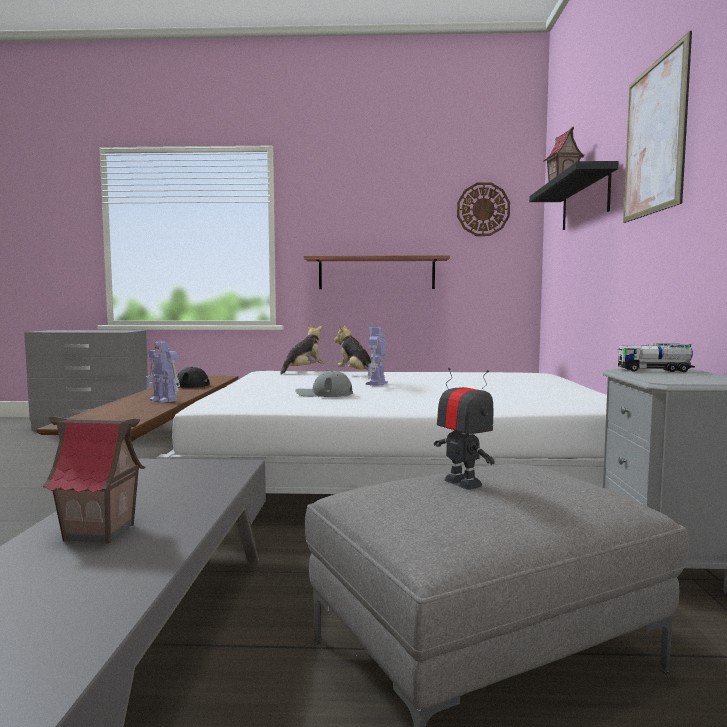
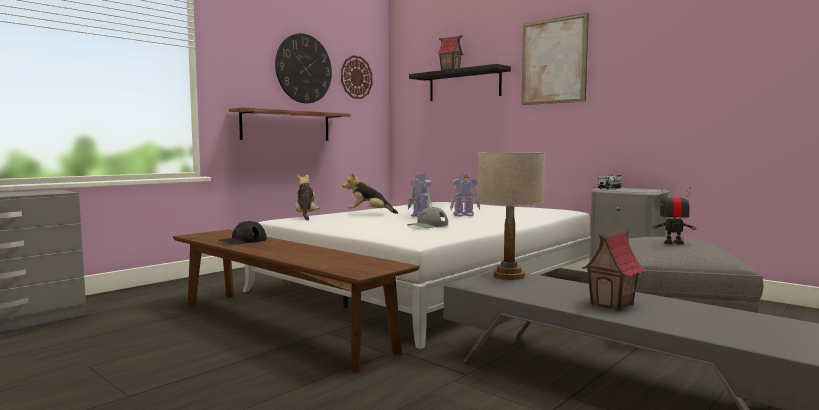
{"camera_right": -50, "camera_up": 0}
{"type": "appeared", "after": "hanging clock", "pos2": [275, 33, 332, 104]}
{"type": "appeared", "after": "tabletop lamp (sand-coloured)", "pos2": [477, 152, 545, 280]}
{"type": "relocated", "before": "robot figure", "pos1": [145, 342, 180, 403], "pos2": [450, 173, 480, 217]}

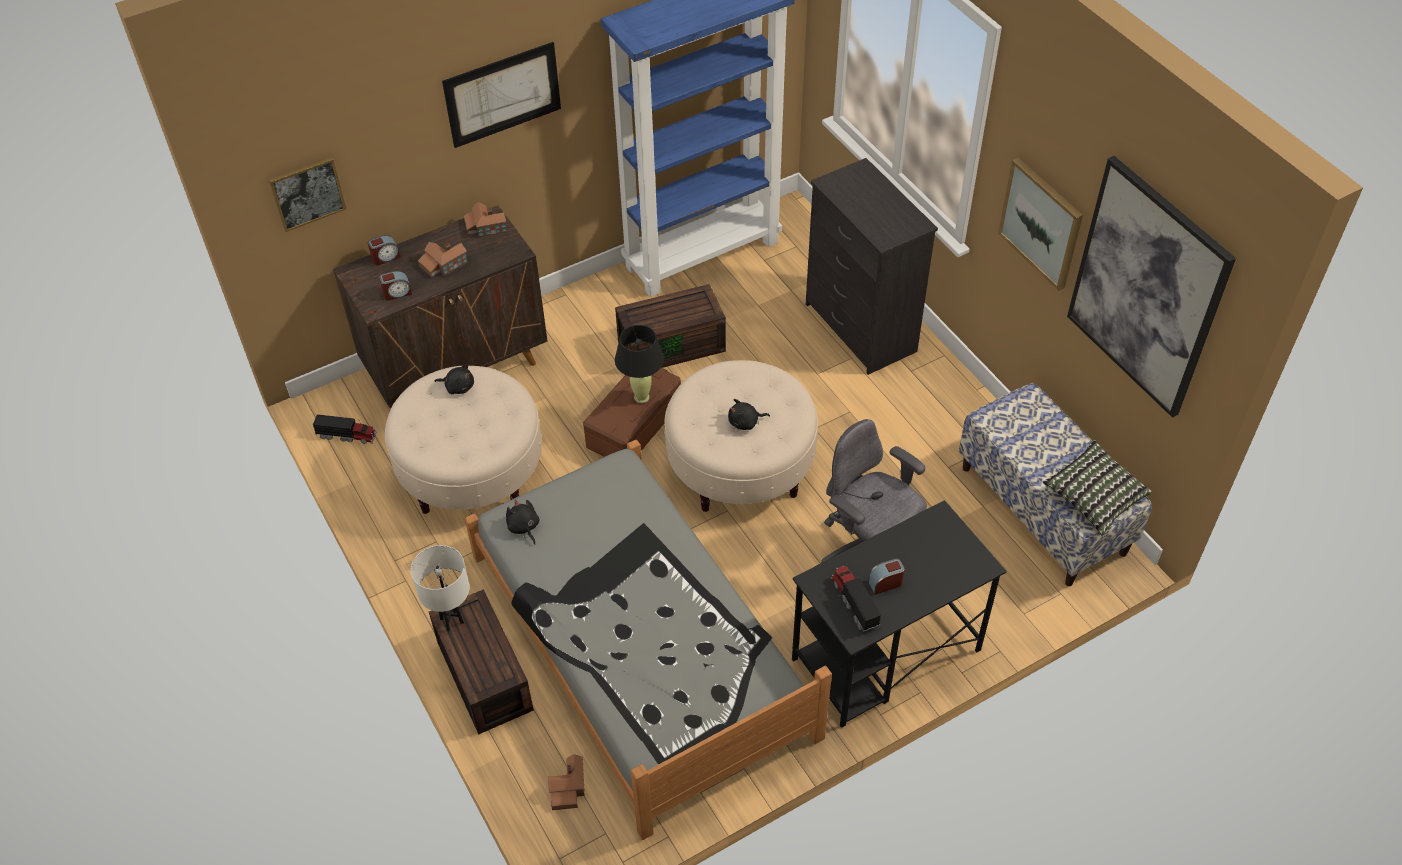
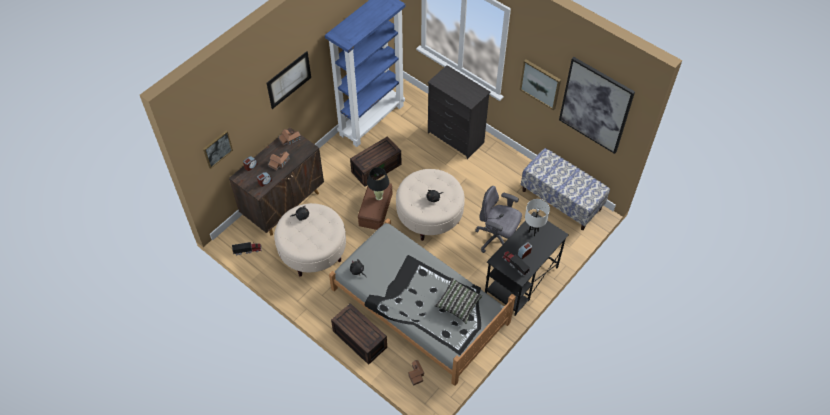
{"camera_right": -20, "camera_up": 5}
{"type": "relocated", "before": "tabletop lamp (white)", "pos1": [411, 545, 470, 631], "pos2": [525, 199, 550, 236]}
{"type": "relocated", "before": "pillow", "pos1": [1043, 440, 1152, 535], "pos2": [435, 278, 482, 324]}

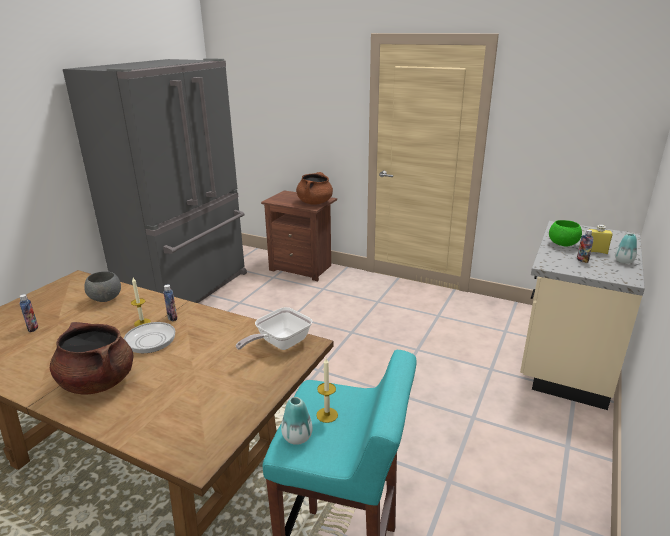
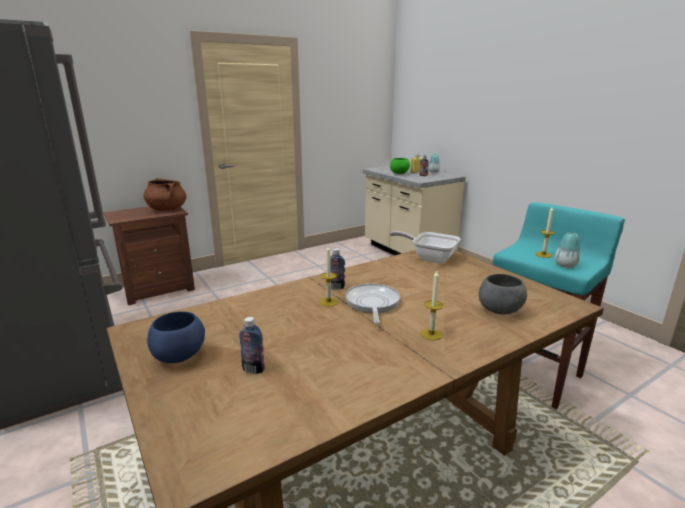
{"camera_right": -60, "camera_up": -5}
{"type": "appeared", "after": "serving bowl (bluish)", "pos2": [147, 311, 205, 363]}
{"type": "relocated", "before": "serving bowl (greyish)", "pos1": [84, 271, 121, 302], "pos2": [479, 274, 527, 315]}
{"type": "exchanged", "before": "cooking pot (brown-coloured)", "after": "wax light", "pos1": [50, 322, 133, 395], "pos2": [421, 271, 444, 340]}
{"type": "spun", "before": "skillet", "pos1": [236, 307, 313, 350], "pos2": [389, 231, 461, 263], "turn": 135}

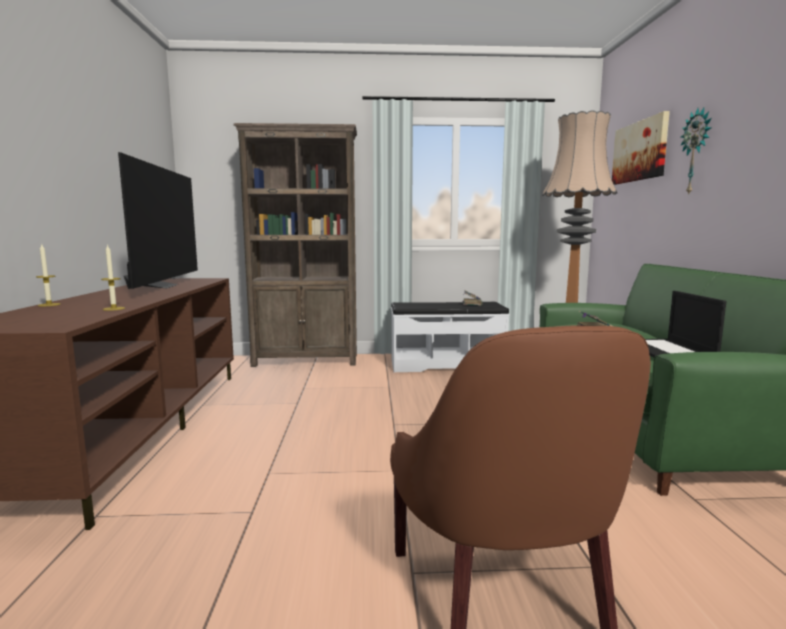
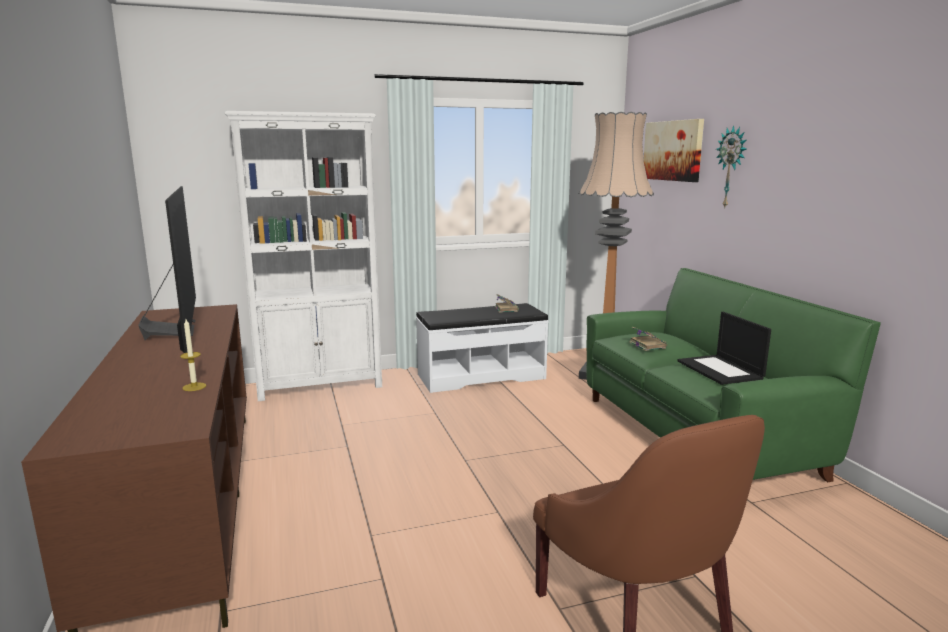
{"camera_right": -15, "camera_up": 5}
{"type": "missing", "before": "wax light", "pos1": [36, 243, 60, 306]}
{"type": "colour", "before": "bookcase (brown-coloured)", "after": "bookcase (white)", "pos1": [233, 123, 357, 367], "pos2": [225, 111, 382, 401]}

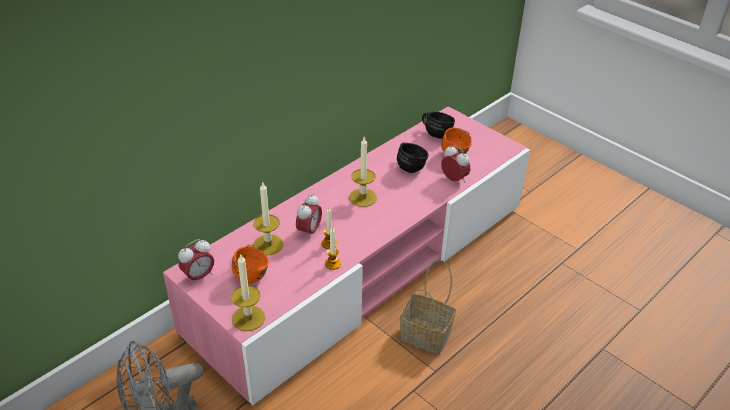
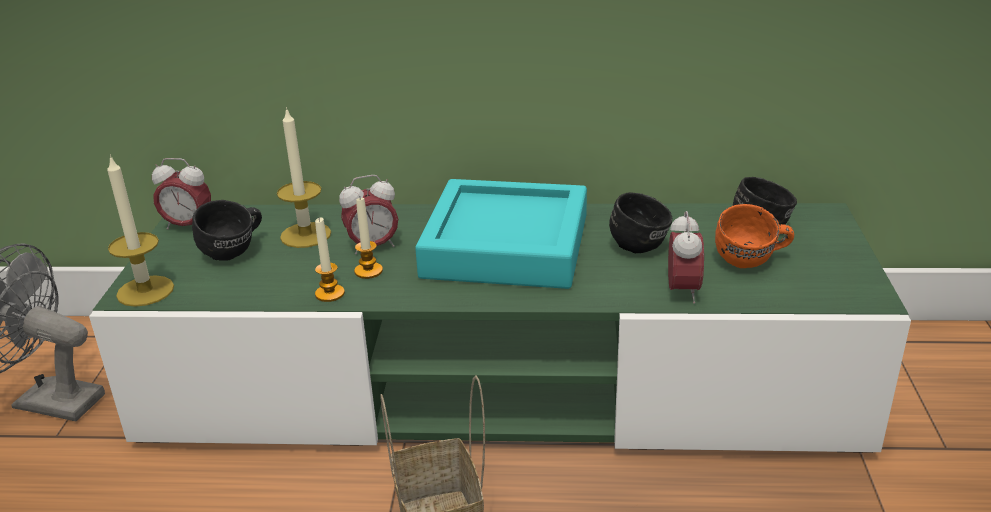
{"camera_right": 50, "camera_up": -10}
{"type": "exchanged", "before": "wax light", "after": "serving tray (blue-green)", "pos1": [349, 137, 377, 207], "pos2": [415, 179, 587, 289]}
{"type": "colour", "before": "tv unit (pinkish)", "after": "tv unit (greenish)", "pos1": [163, 106, 530, 405], "pos2": [89, 203, 911, 453]}
{"type": "colour", "before": "tea mug (orange-coloured)", "after": "tea mug (blackish)", "pos1": [232, 244, 269, 283], "pos2": [192, 200, 262, 261]}

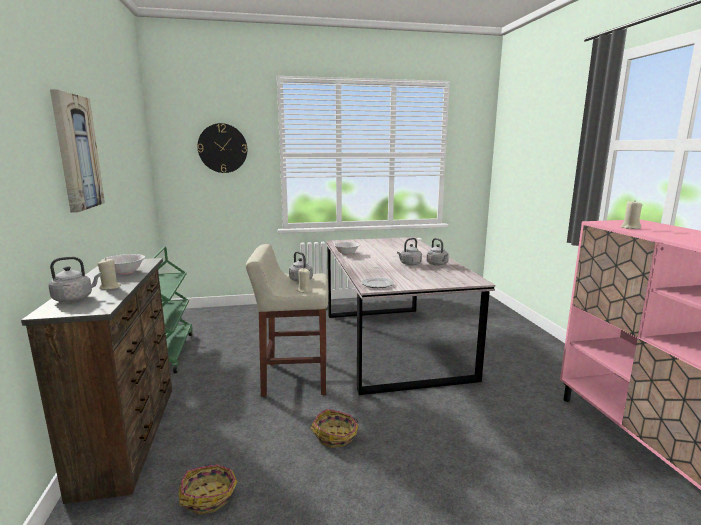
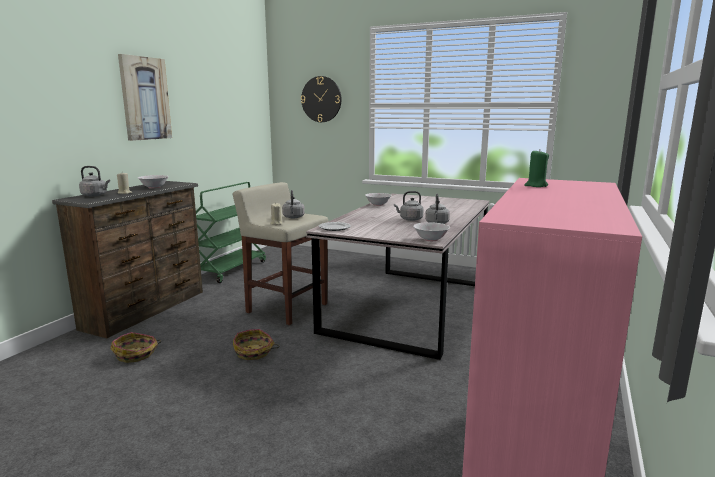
{"camera_right": 35, "camera_up": 0}
{"type": "appeared", "after": "serving bowl (white)", "pos2": [413, 222, 450, 241]}
{"type": "colour", "before": "wax light (sand-coloured)", "after": "wax light (greenish)", "pos1": [621, 201, 643, 229], "pos2": [524, 149, 549, 187]}

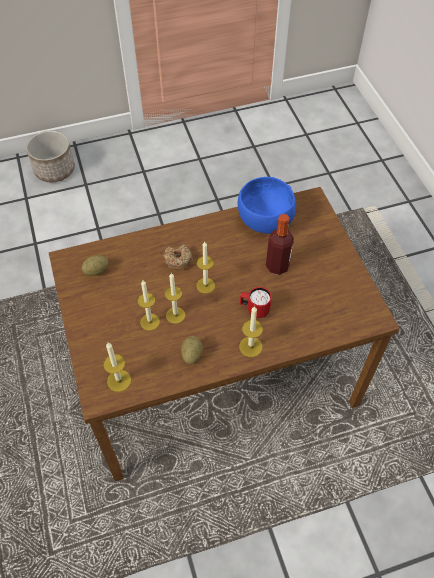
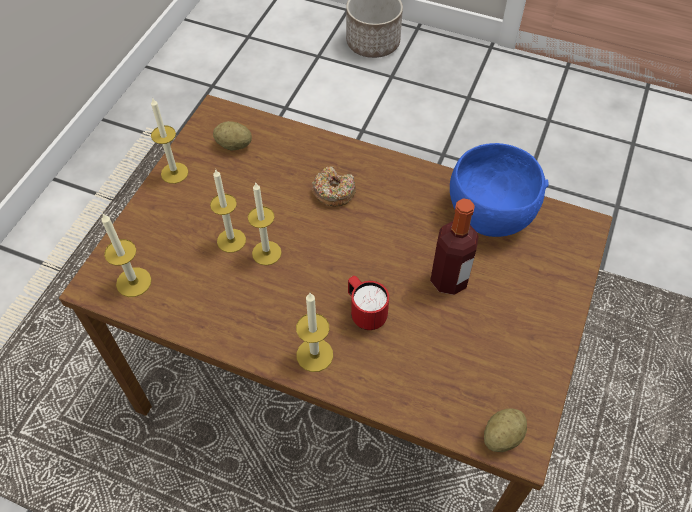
{"camera_right": 40, "camera_up": 0}
{"type": "relocated", "before": "spud", "pos1": [181, 336, 203, 364], "pos2": [484, 408, 527, 452]}
{"type": "relocated", "before": "wax light", "pos1": [196, 242, 215, 294], "pos2": [151, 97, 188, 184]}

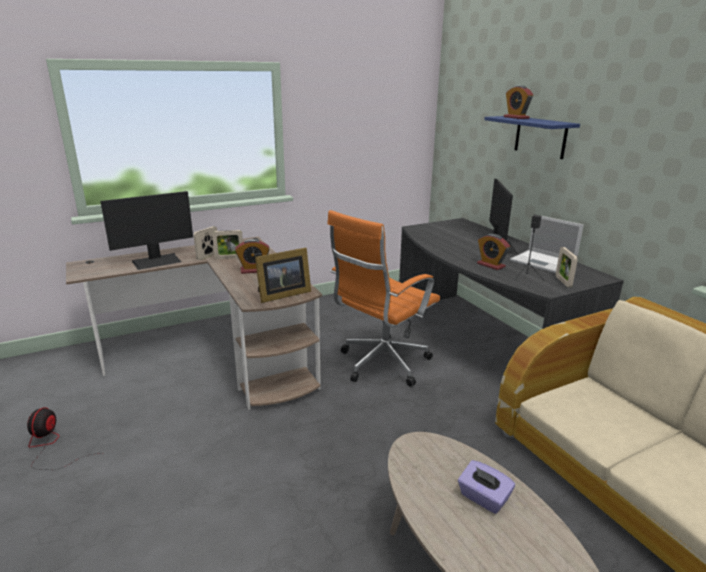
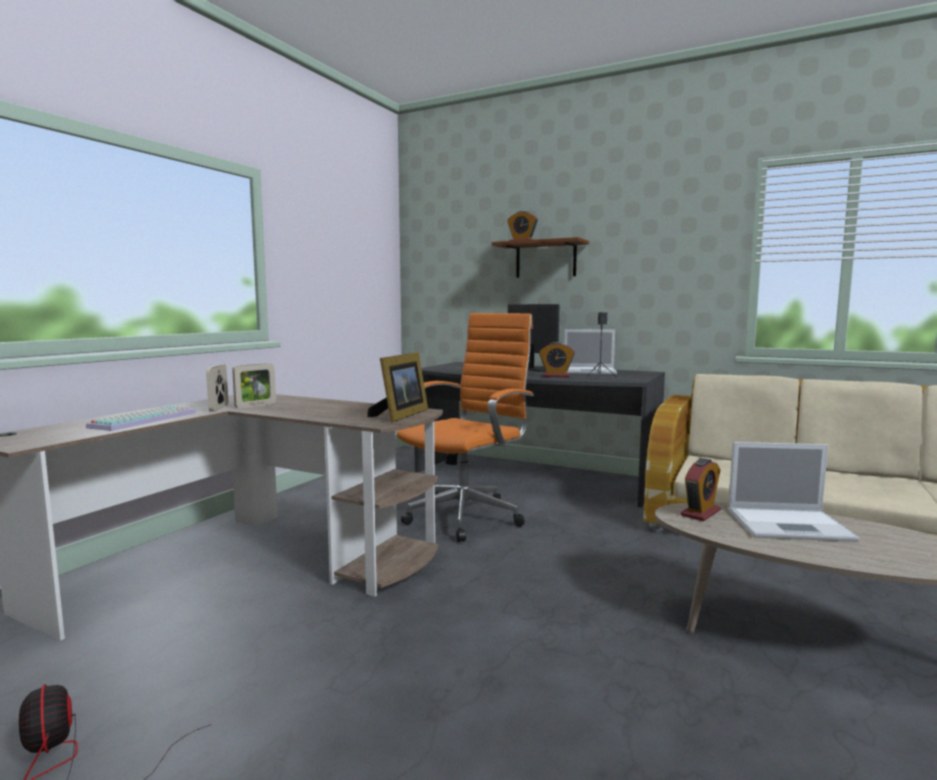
{"camera_right": -35, "camera_up": -15}
{"type": "missing", "before": "photo frame", "pos1": [556, 247, 578, 287]}
{"type": "relocated", "before": "table clock", "pos1": [235, 239, 270, 274], "pos2": [681, 458, 721, 521]}
{"type": "exchanged", "before": "computer screen", "after": "PC keyboard", "pos1": [100, 191, 193, 270], "pos2": [86, 405, 196, 431]}
{"type": "exchanged", "before": "tissue box (purplish)", "after": "portable computer", "pos1": [458, 460, 515, 514], "pos2": [728, 442, 860, 542]}
{"type": "colour", "before": "wall shelf (bluish)", "after": "wall shelf (brown-coloured)", "pos1": [484, 116, 580, 159], "pos2": [492, 237, 589, 278]}
{"type": "spun", "before": "office chair (orange-coloured)", "pos1": [327, 210, 440, 387], "pos2": [397, 313, 534, 542], "turn": -150}

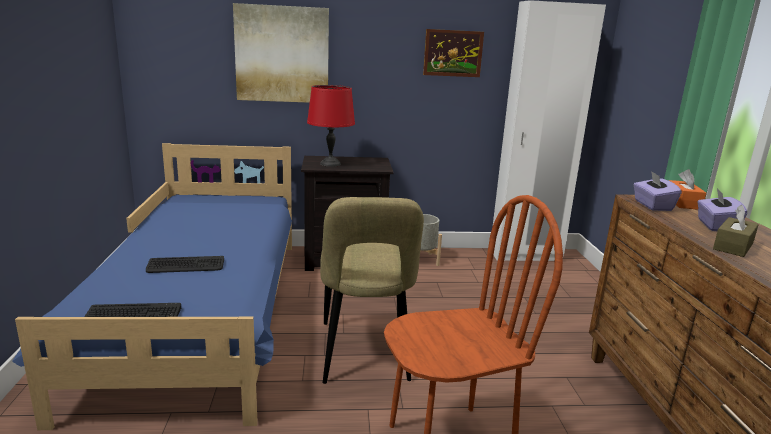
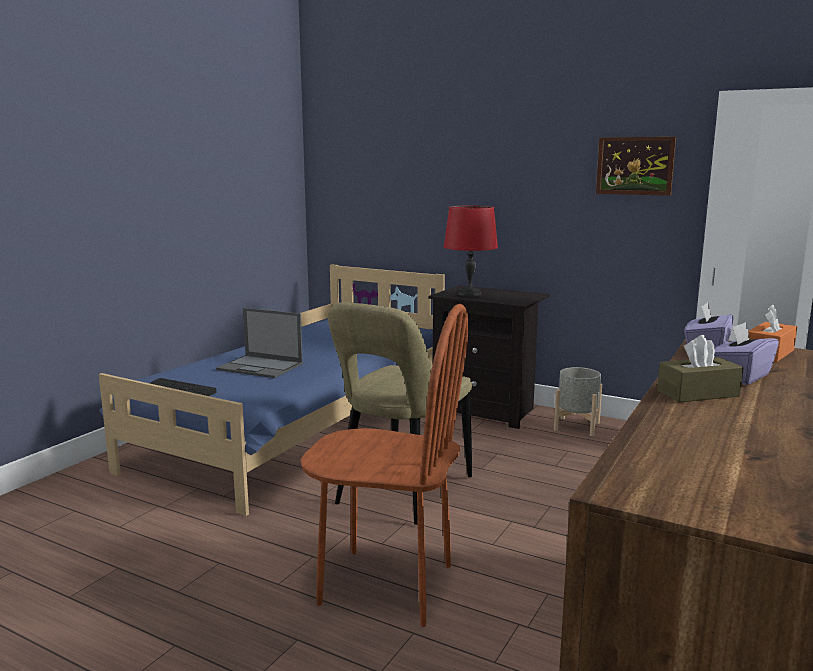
{"camera_right": 35, "camera_up": -5}
{"type": "missing", "before": "picture", "pos1": [233, 3, 329, 103]}
{"type": "exchanged", "before": "PC keyboard", "after": "portable computer", "pos1": [146, 256, 224, 273], "pos2": [216, 308, 303, 378]}

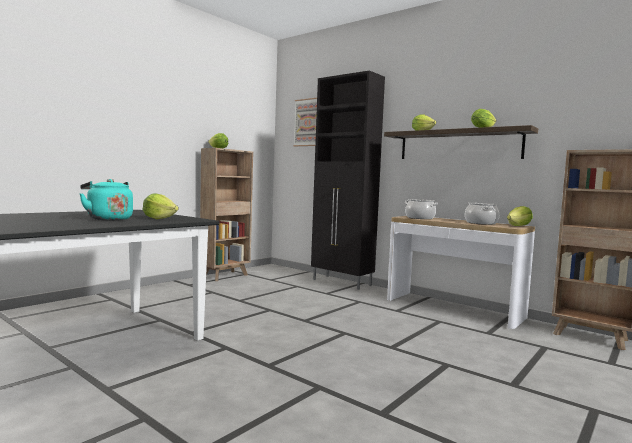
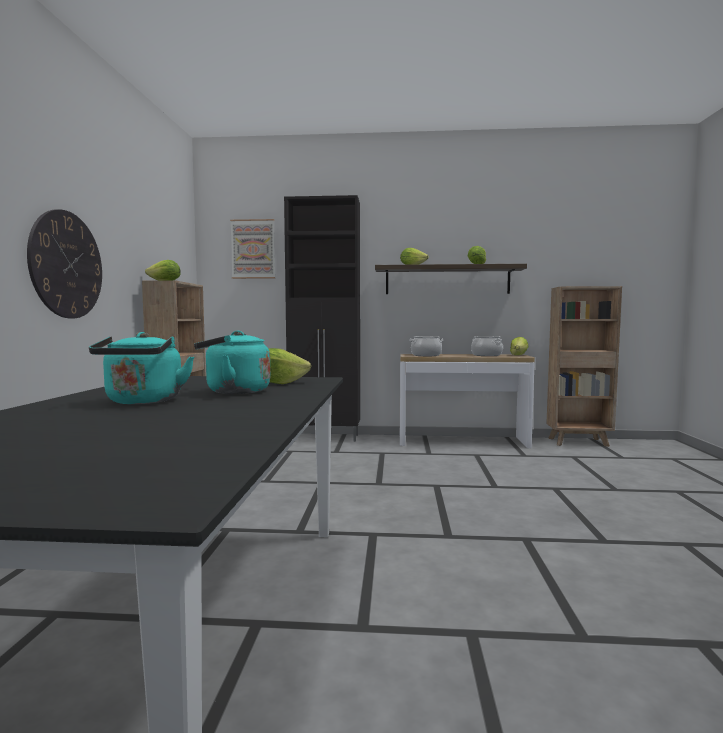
{"camera_right": -35, "camera_up": 0}
{"type": "appeared", "after": "hanging clock", "pos2": [27, 209, 102, 318]}
{"type": "appeared", "after": "tea kettle (blue-green)", "pos2": [89, 332, 194, 404]}

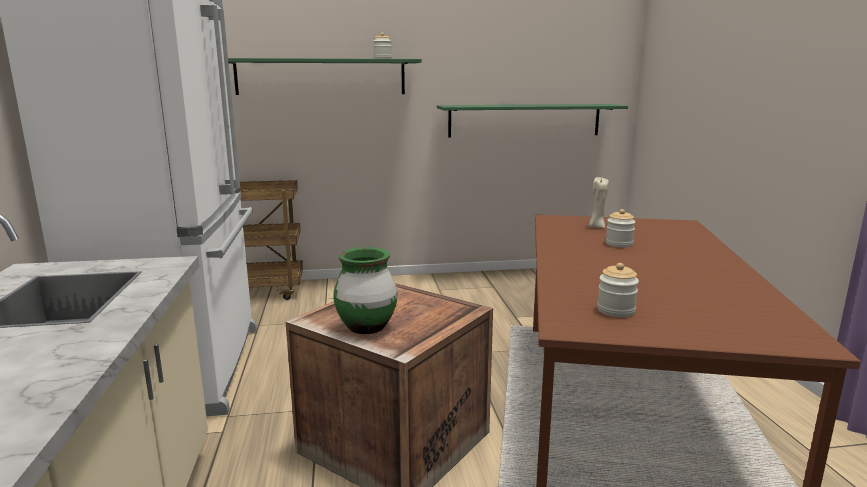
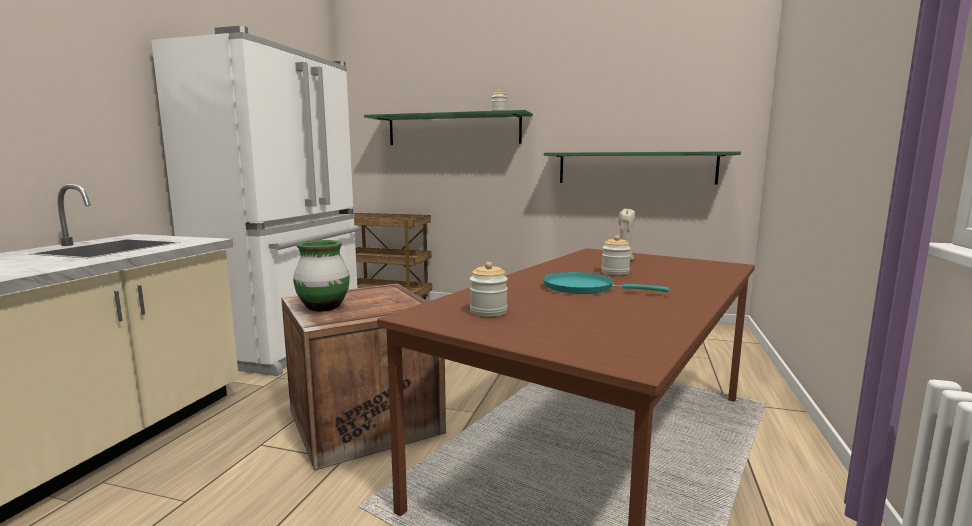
{"camera_right": 25, "camera_up": -5}
{"type": "appeared", "after": "skillet (blue-green)", "pos2": [543, 272, 669, 294]}

